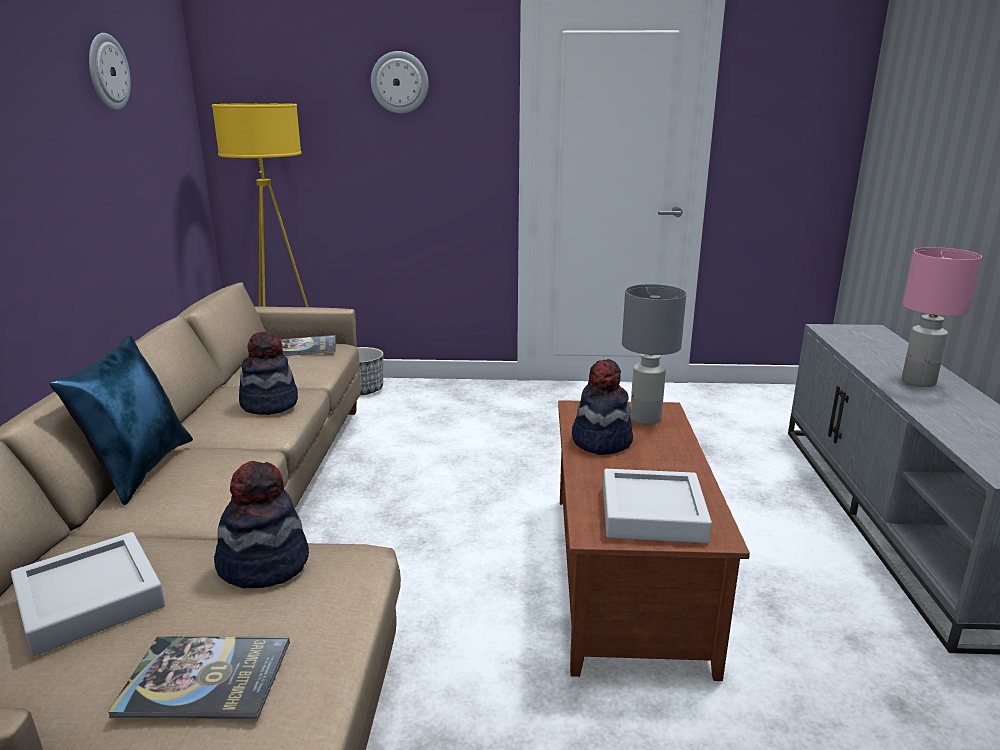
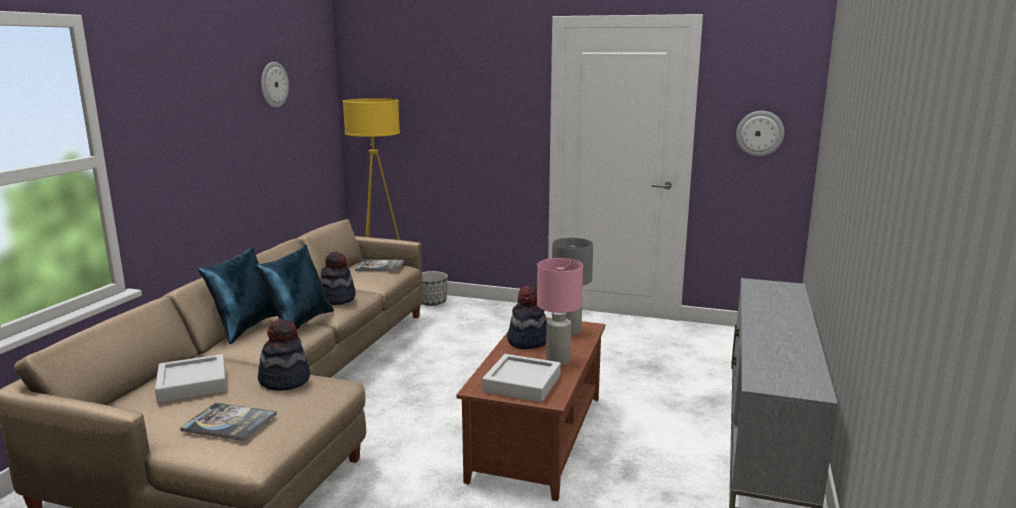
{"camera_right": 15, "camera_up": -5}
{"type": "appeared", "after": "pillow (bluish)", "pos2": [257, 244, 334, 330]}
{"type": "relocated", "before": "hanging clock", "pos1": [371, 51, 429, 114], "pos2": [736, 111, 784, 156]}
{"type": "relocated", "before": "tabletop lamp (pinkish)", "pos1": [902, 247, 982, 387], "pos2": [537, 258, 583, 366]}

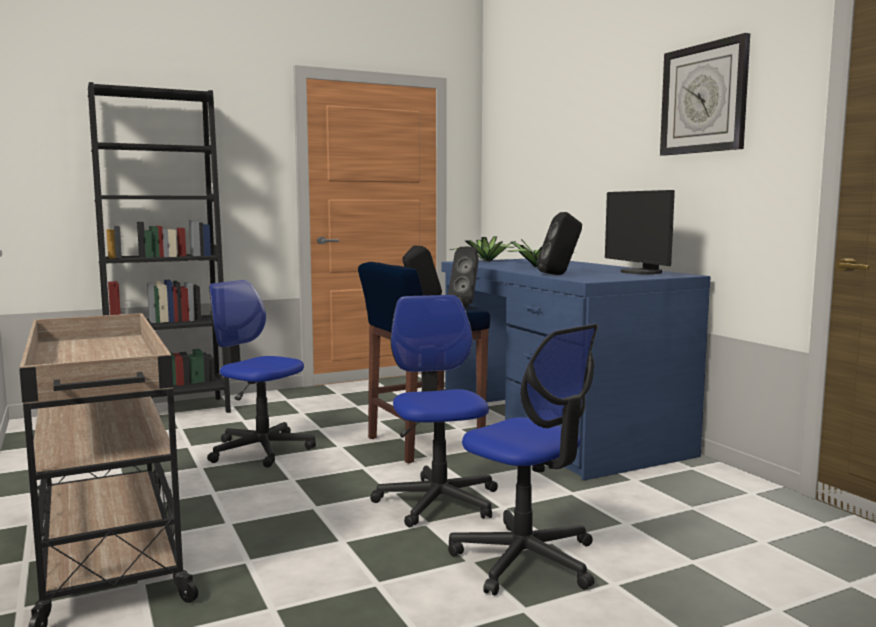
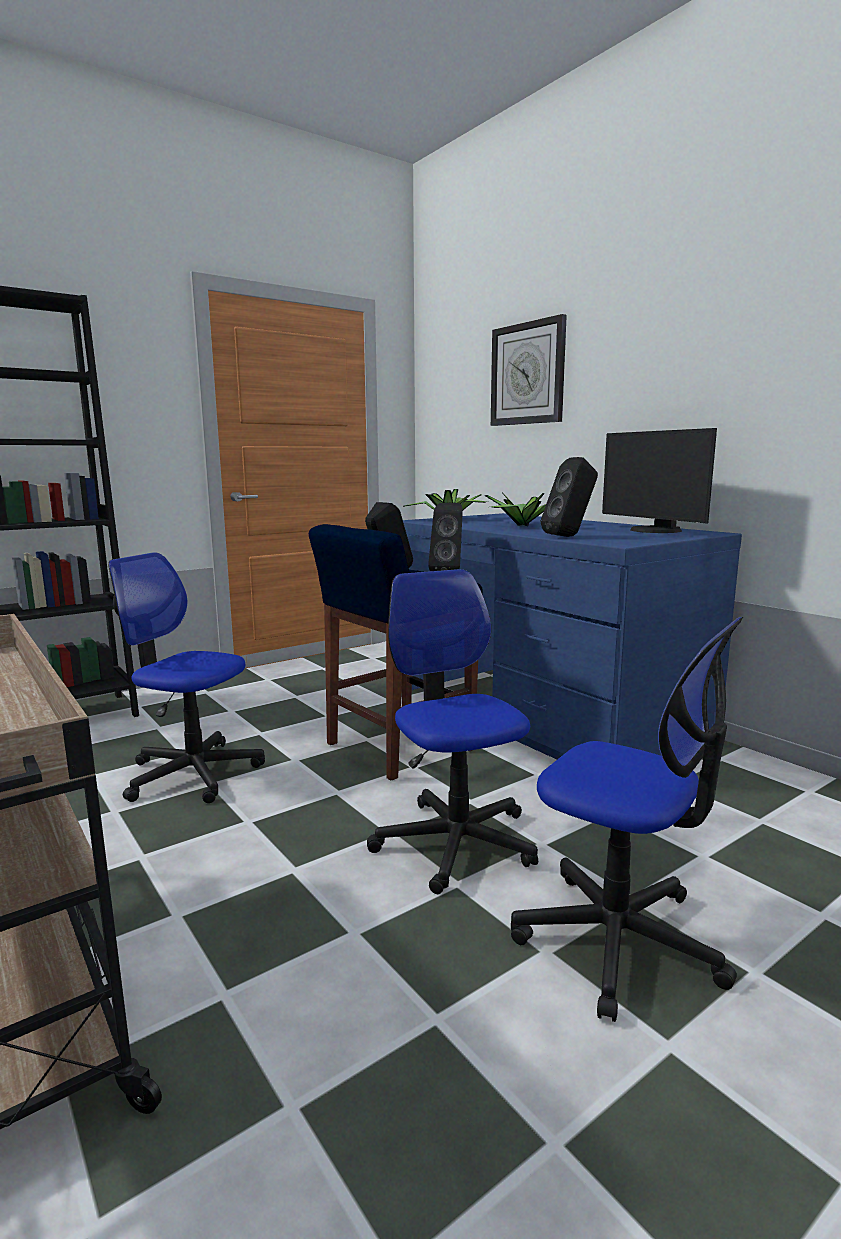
{"camera_right": -10, "camera_up": 5}
{"type": "relocated", "before": "hanging clock", "pos1": [660, 33, 750, 156], "pos2": [491, 314, 567, 426]}

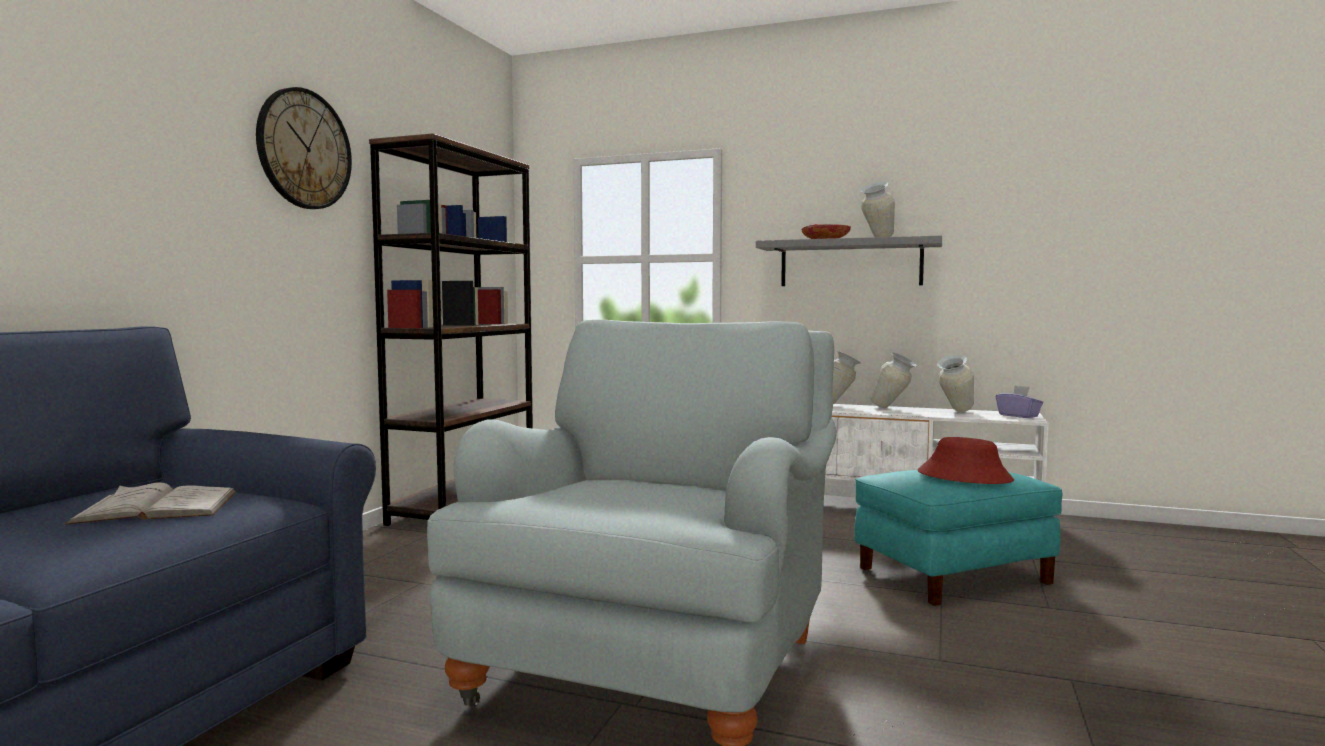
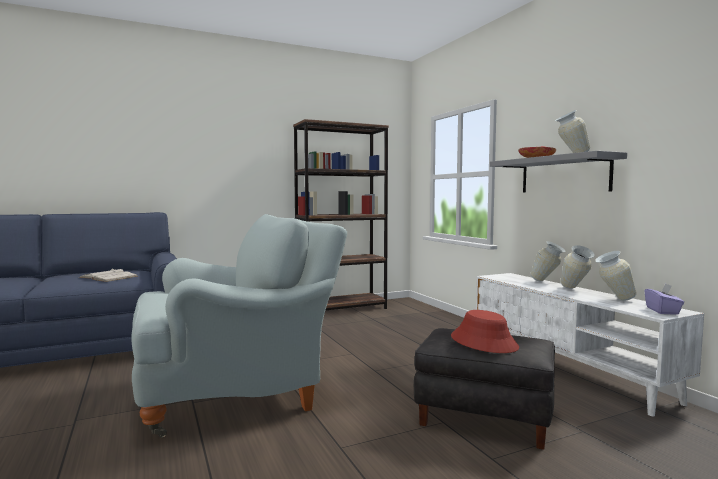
{"camera_right": 45, "camera_up": 0}
{"type": "missing", "before": "hanging clock", "pos1": [256, 87, 352, 209]}
{"type": "colour", "before": "pouffe (blue-green)", "after": "pouffe (blackish)", "pos1": [854, 470, 1062, 606], "pos2": [414, 328, 555, 450]}

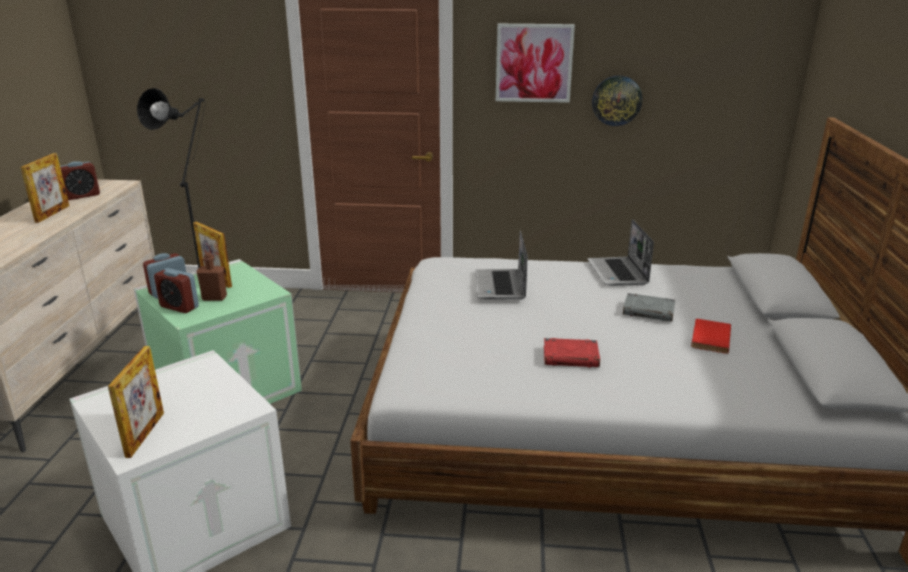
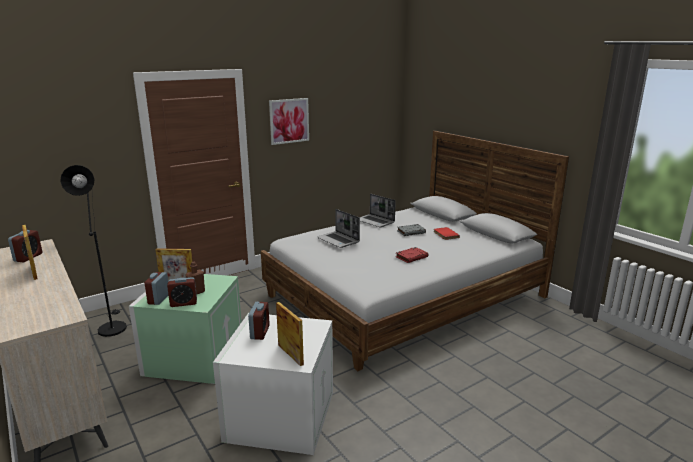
{"camera_right": -40, "camera_up": -5}
{"type": "missing", "before": "hanging clock", "pos1": [592, 76, 642, 126]}
{"type": "appeared", "after": "table clock", "pos2": [248, 302, 270, 340]}

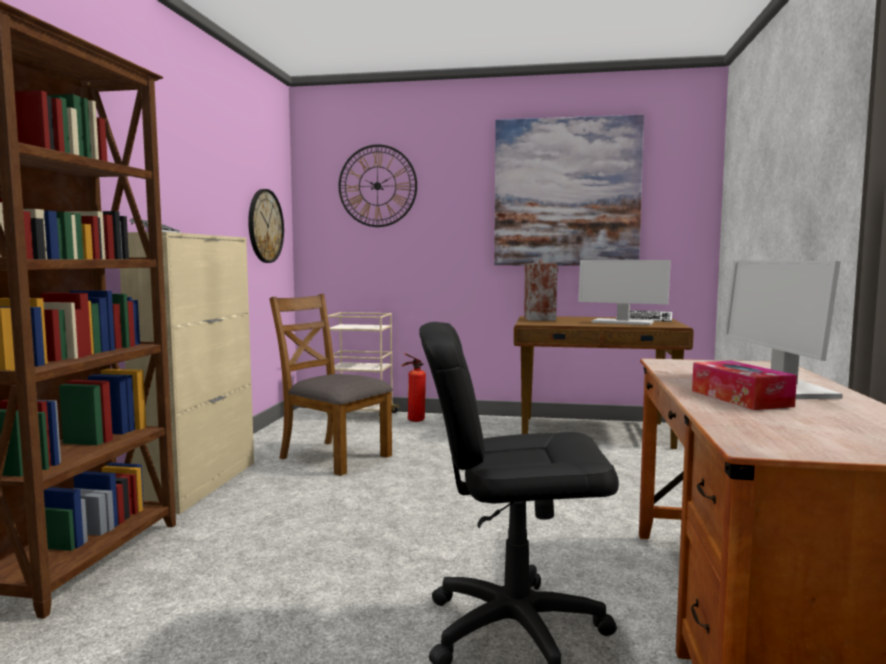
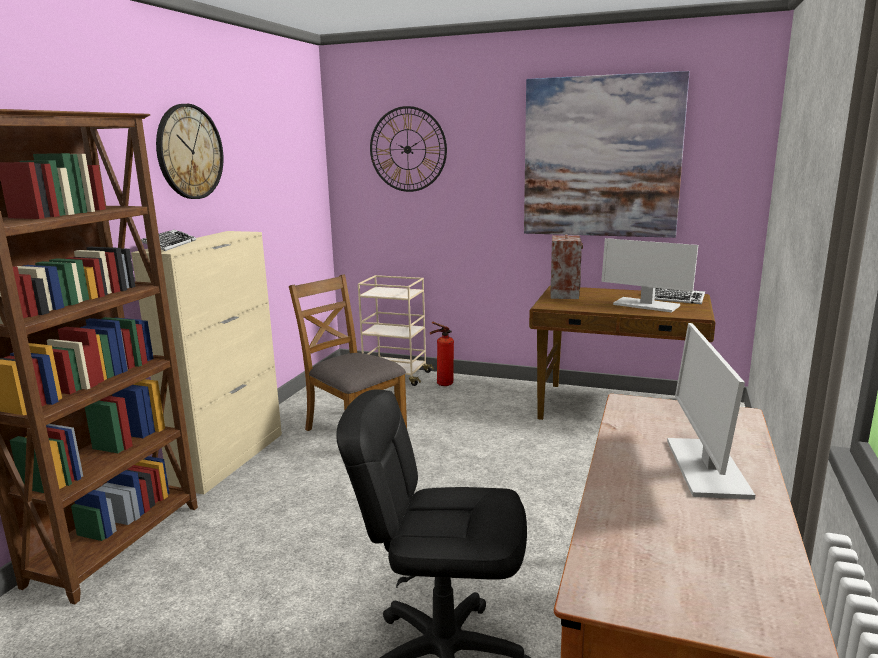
{"camera_right": 10, "camera_up": 10}
{"type": "missing", "before": "tissue box", "pos1": [692, 361, 797, 410]}
{"type": "relocated", "before": "hanging clock", "pos1": [248, 189, 284, 263], "pos2": [156, 104, 224, 199]}

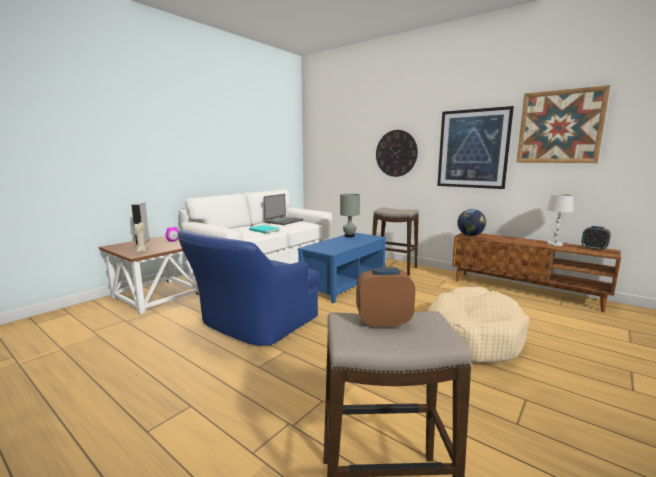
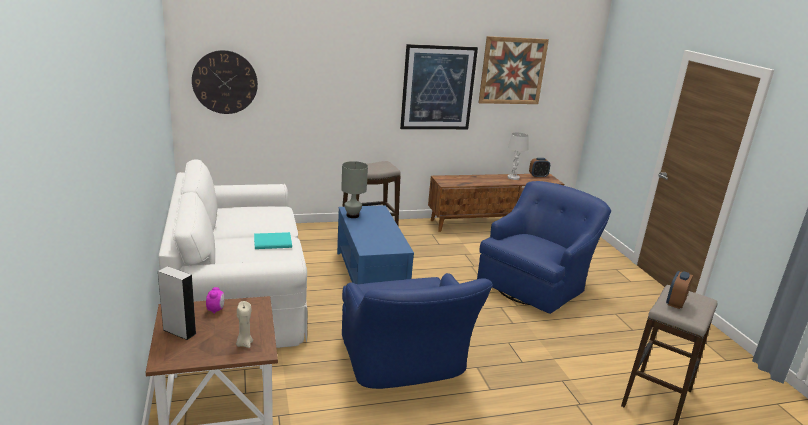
{"camera_right": -55, "camera_up": 10}
{"type": "missing", "before": "portable computer", "pos1": [264, 194, 303, 225]}
{"type": "missing", "before": "globe", "pos1": [457, 209, 486, 236]}
{"type": "relocated", "before": "hanging clock", "pos1": [376, 130, 418, 177], "pos2": [192, 50, 258, 114]}
{"type": "exchanged", "before": "pet bed (sand-coloured)", "after": "easy chair (bluish)", "pos1": [427, 287, 530, 363], "pos2": [477, 181, 611, 314]}

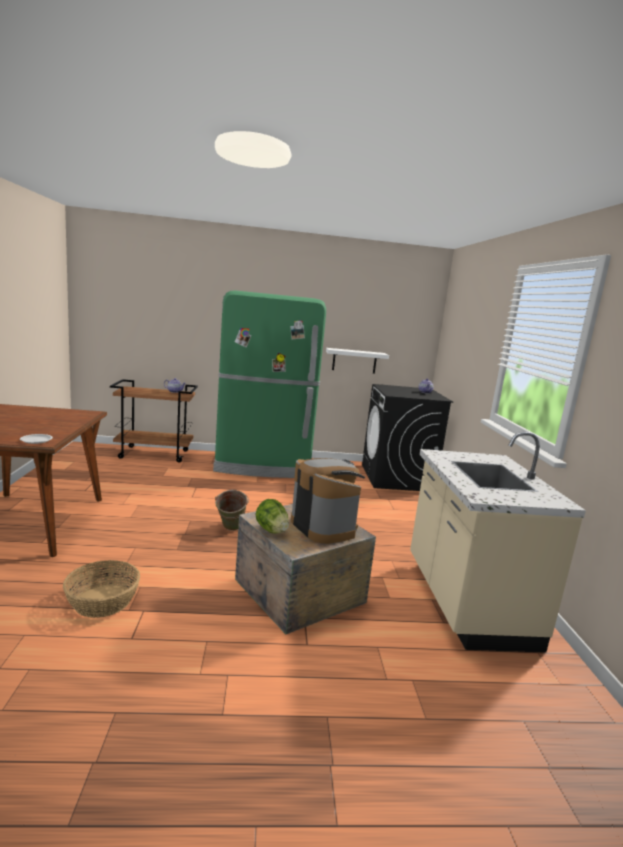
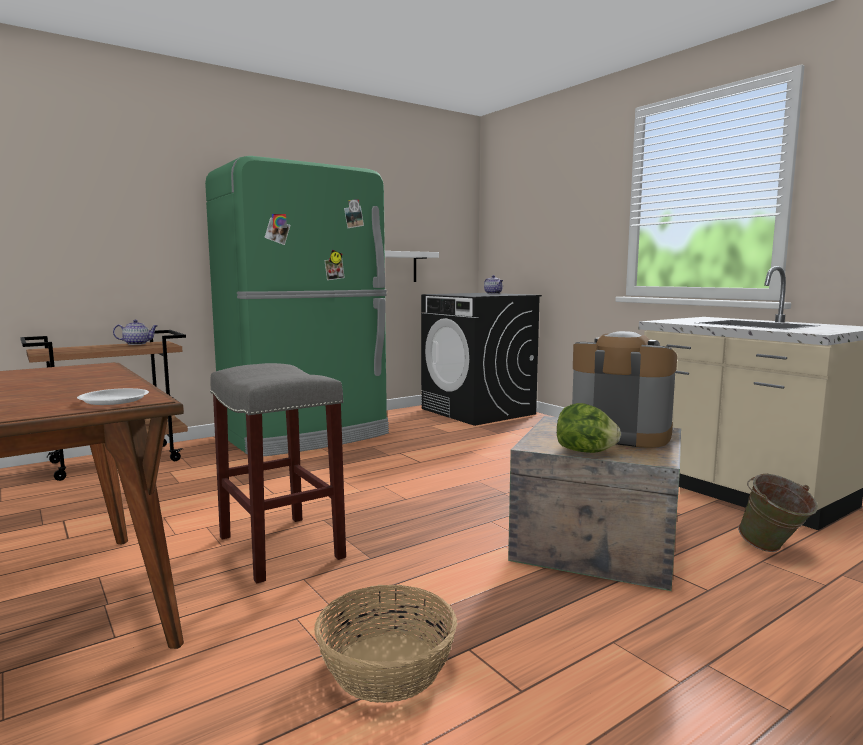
{"camera_right": -30, "camera_up": -5}
{"type": "appeared", "after": "sitting stool (greyish)", "pos2": [210, 363, 346, 584]}
{"type": "relocated", "before": "water bucket (greenish)", "pos1": [215, 490, 249, 531], "pos2": [738, 474, 818, 552]}

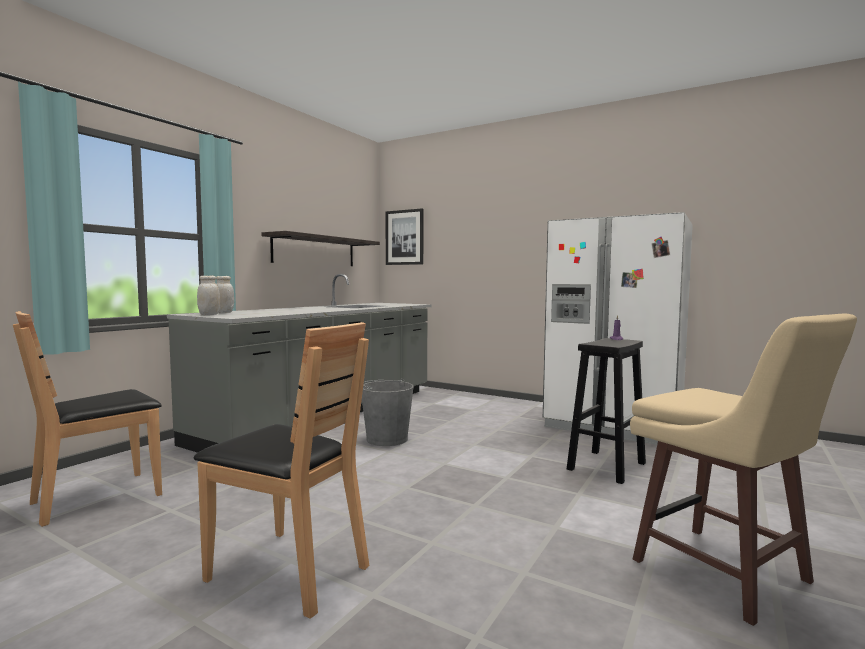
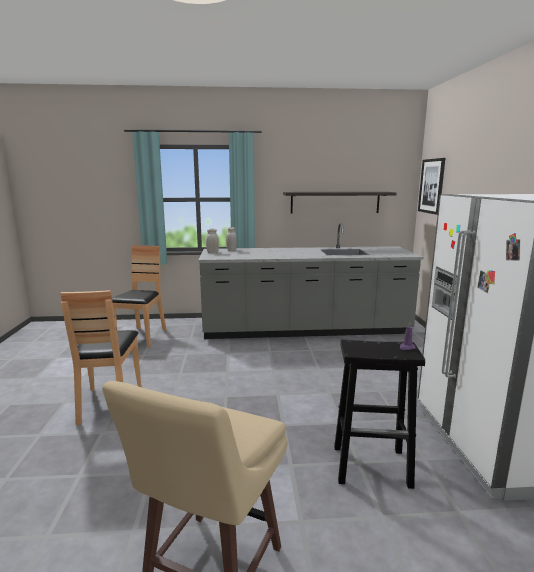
{"camera_right": 55, "camera_up": 10}
{"type": "missing", "before": "water bucket (greyish)", "pos1": [362, 378, 414, 446]}
{"type": "spun", "before": "chair (brown-coloured)", "pos1": [13, 311, 162, 527], "pos2": [112, 245, 167, 348], "turn": 90}

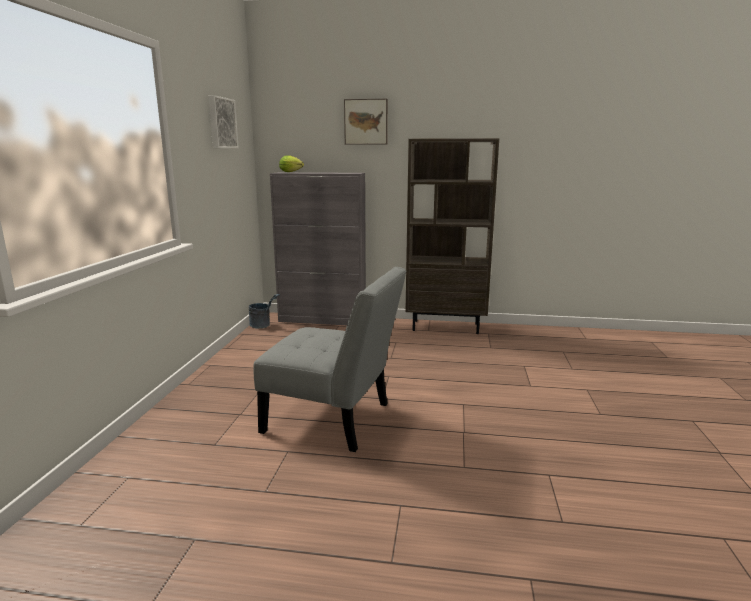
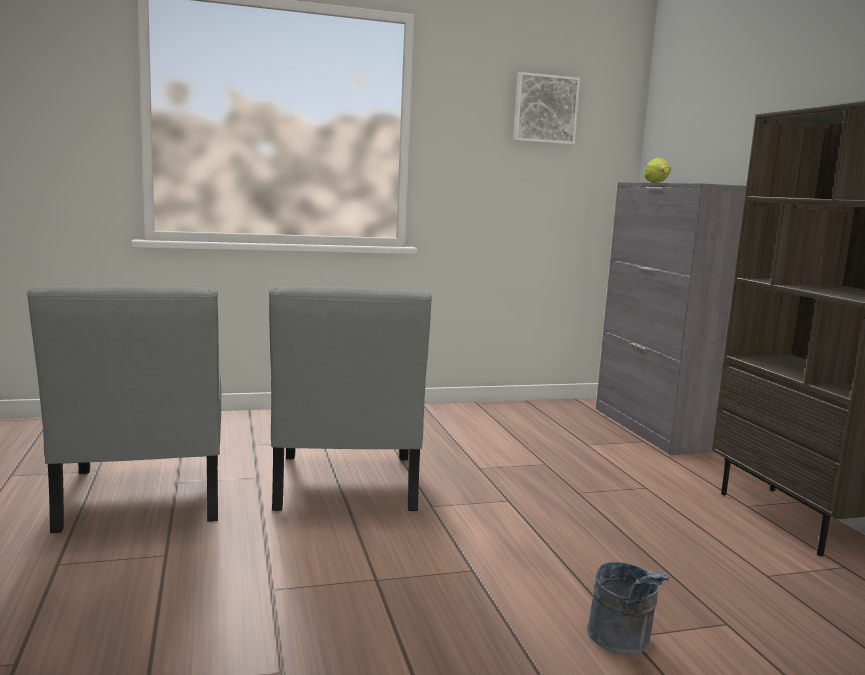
{"camera_right": 65, "camera_up": -5}
{"type": "missing", "before": "picture", "pos1": [344, 99, 388, 145]}
{"type": "appeared", "after": "chair (greyish)", "pos2": [27, 286, 221, 533]}
{"type": "relocated", "before": "water bucket (greyish)", "pos1": [249, 294, 280, 328], "pos2": [587, 562, 669, 654]}

